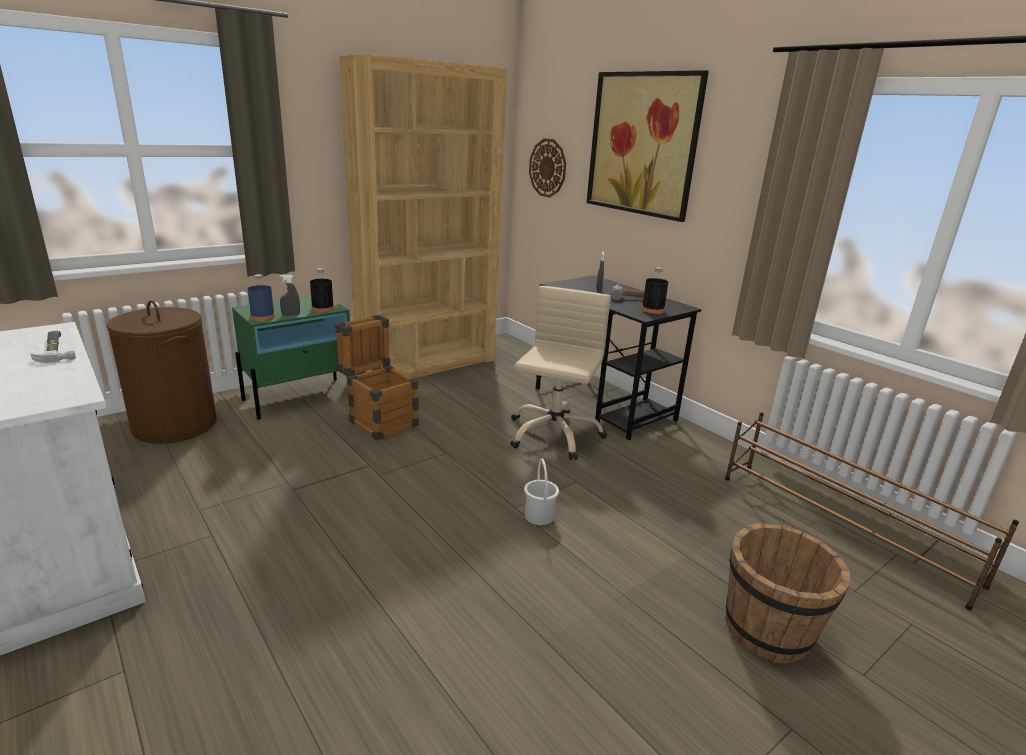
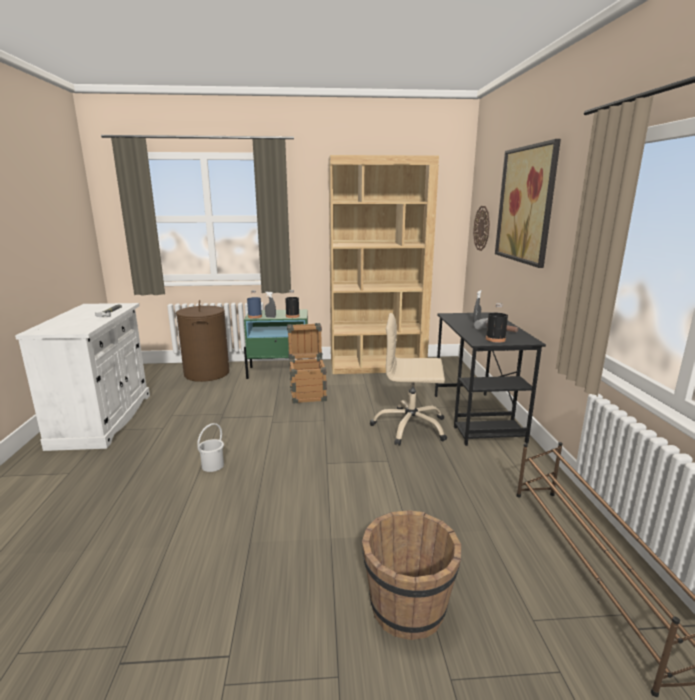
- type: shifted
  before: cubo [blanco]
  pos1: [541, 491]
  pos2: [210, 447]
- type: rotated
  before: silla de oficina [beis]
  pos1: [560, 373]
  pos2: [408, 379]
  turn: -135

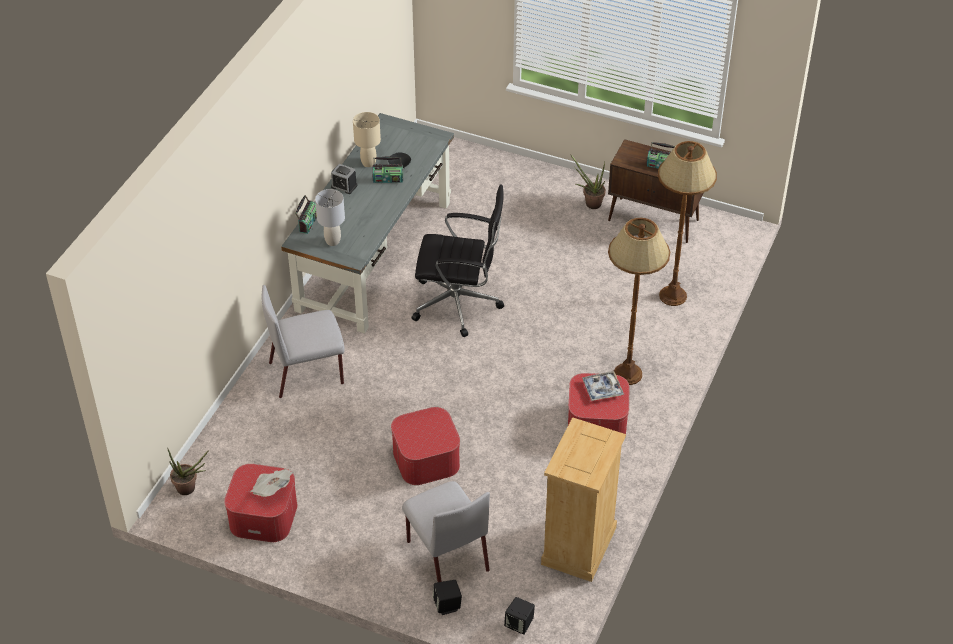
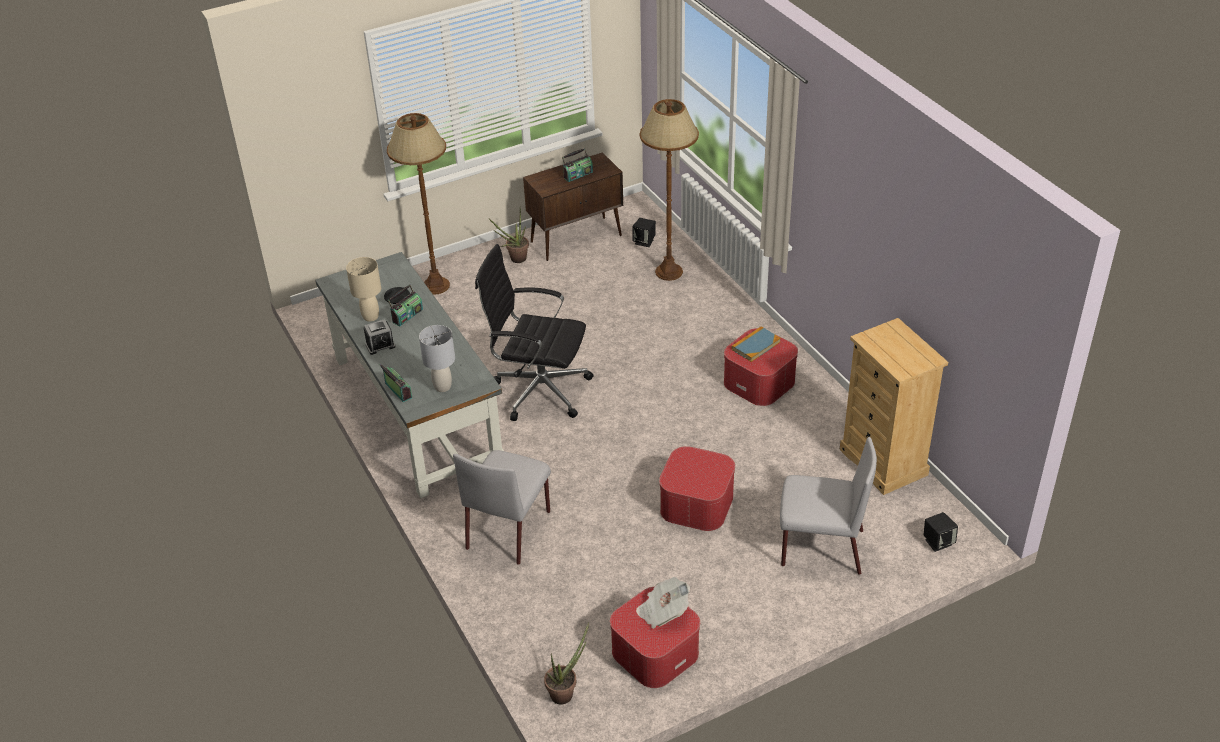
- type: shifted
  before: lámpara de pie [marrón]
  pos1: [639, 301]
  pos2: [418, 203]
- type: rotated
  before: silla de oficina [negro]
  pos1: [458, 260]
  pos2: [534, 332]
  turn: -120
- type: shifted
  before: altavoz [negro]
  pos1: [447, 597]
  pos2: [644, 232]
- type: swapped
  before: bandeja
  after: libro
  pos1: [603, 386]
  pos2: [756, 344]

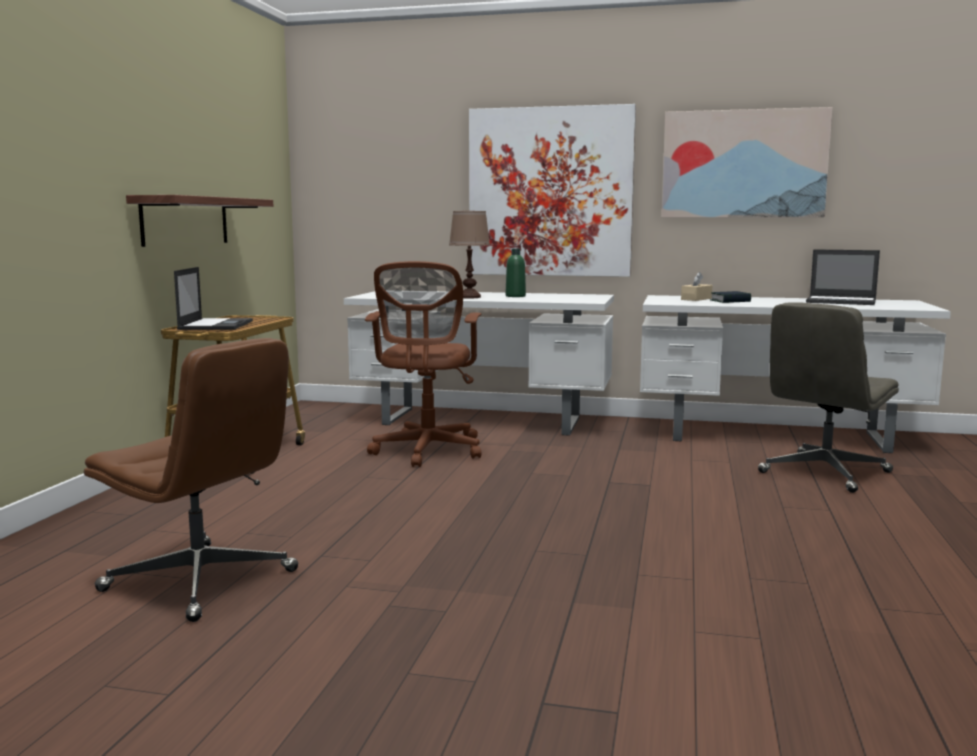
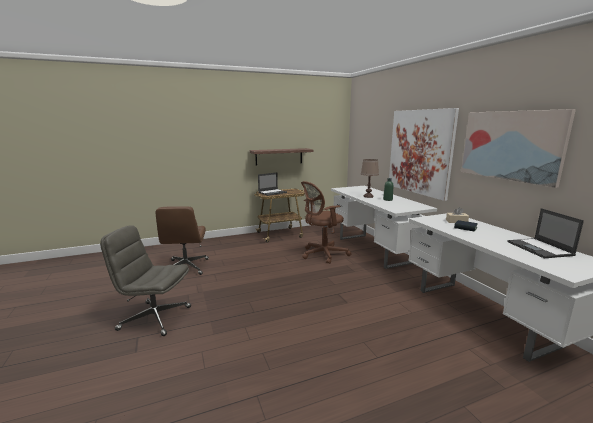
- type: shifted
  before: silla de oficina [gris]
  pos1: [828, 397]
  pos2: [145, 280]

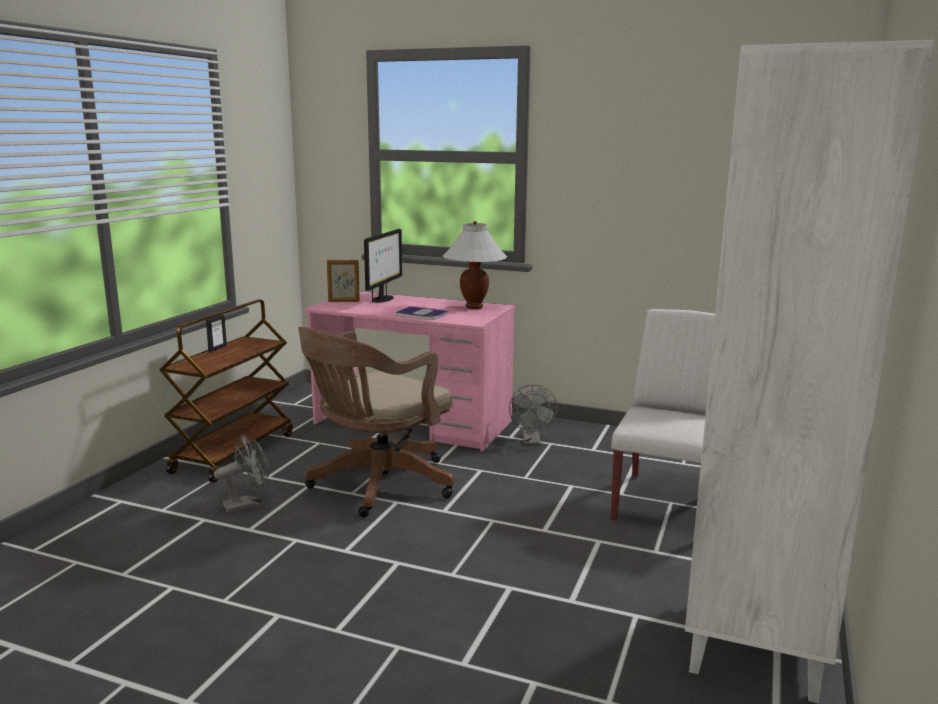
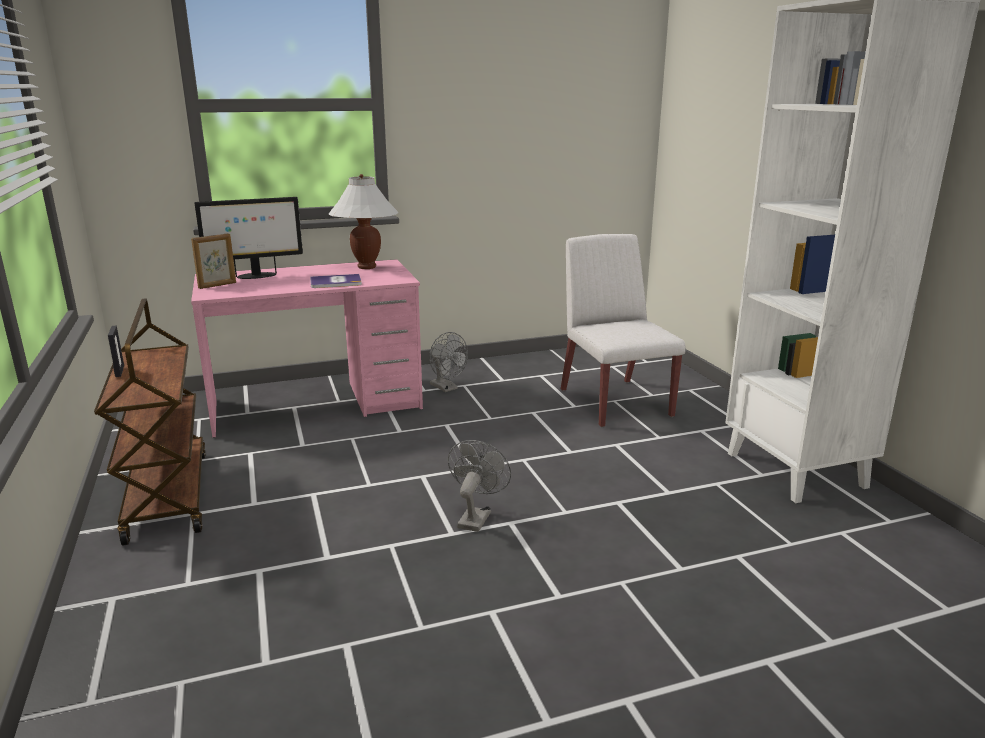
- type: rotated
  before: monitor
  pos1: [383, 266]
  pos2: [248, 238]
  turn: 90
- type: shifted
  before: ventilador [gris]
  pos1: [241, 474]
  pos2: [479, 486]
- type: gone
  before: silla de oficina [marrón]
  pos1: [376, 422]

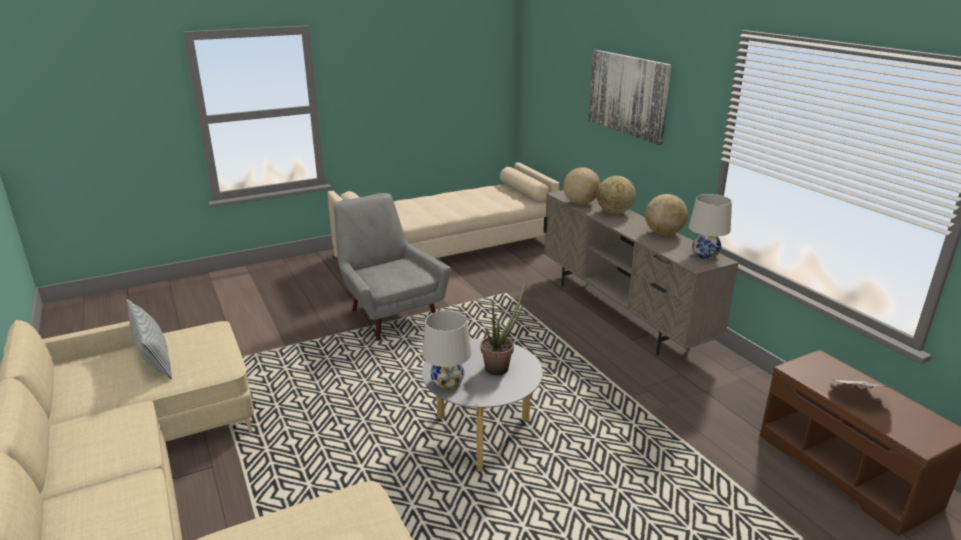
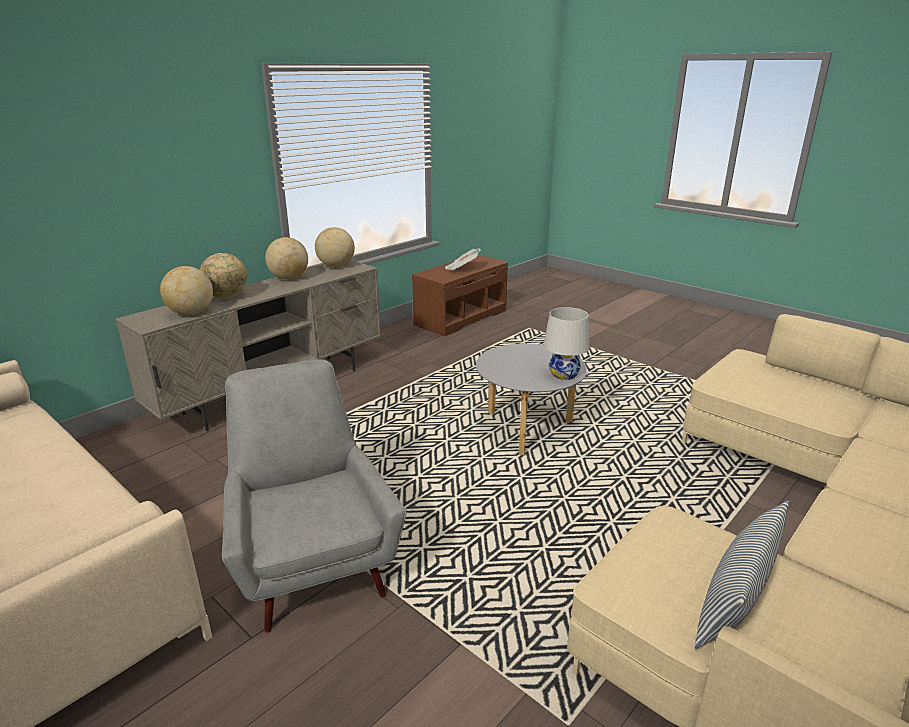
- type: rotated
  before: sillón [gris]
  pos1: [392, 267]
  pos2: [314, 496]
  turn: 120
- type: swapped
  before: lámpara de mesa [blanco]
  after: globo terráqueo
  pos1: [710, 226]
  pos2: [335, 247]
- type: gone
  before: planta en maceta
  pos1: [504, 327]
- type: gone
  before: cuadro
  pos1: [630, 97]

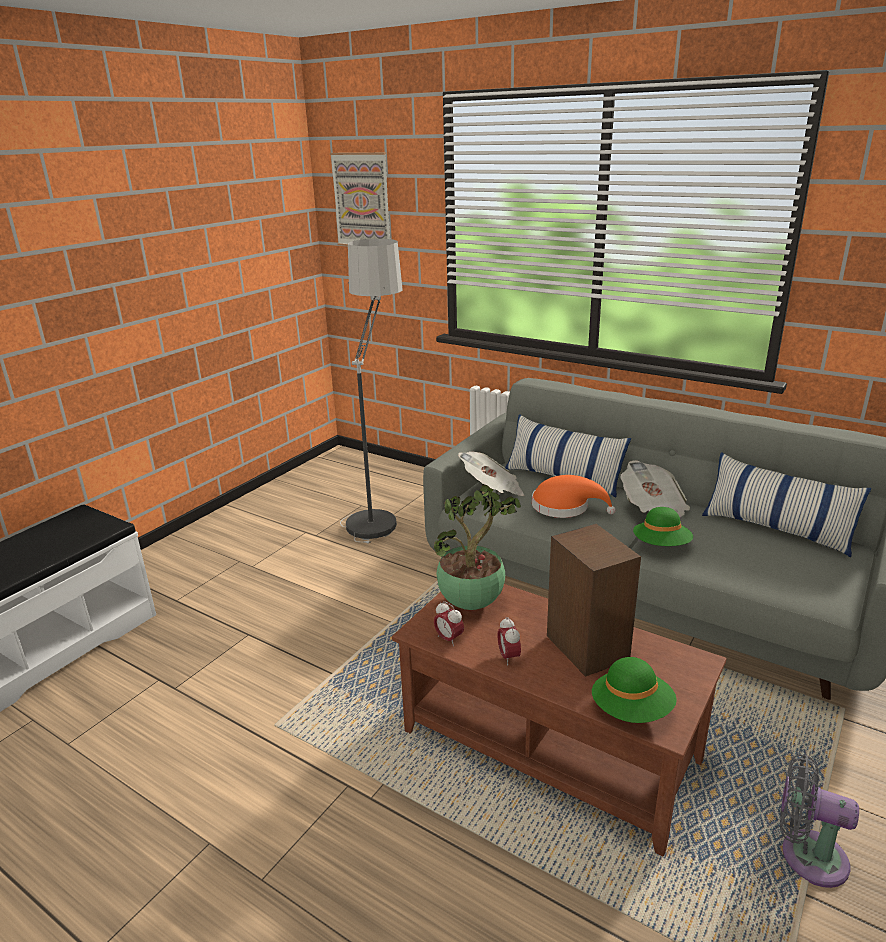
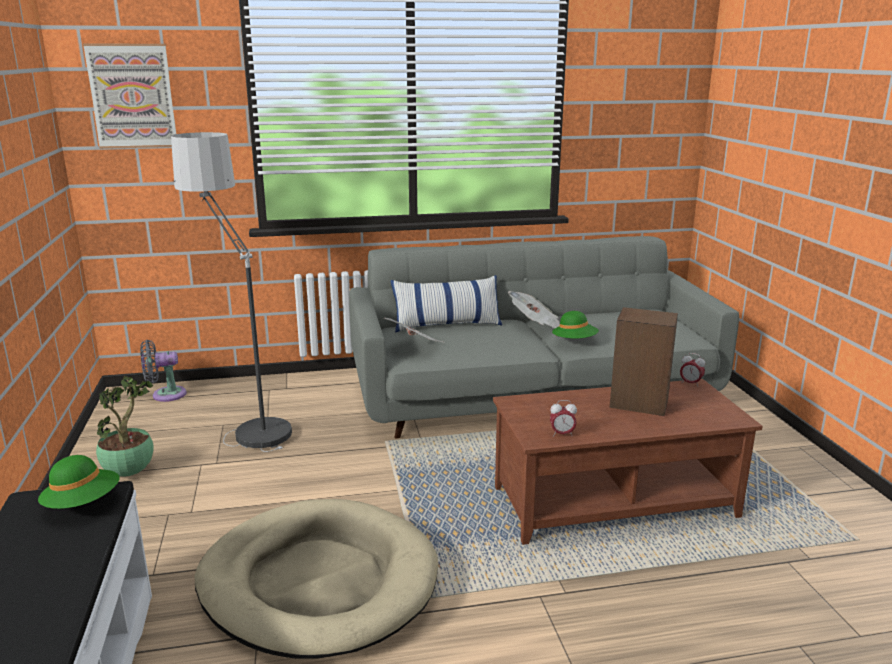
- type: shifted
  before: sombrero [verde]
  pos1: [634, 690]
  pos2: [79, 482]
- type: shifted
  before: planta en maceta
  pos1: [477, 547]
  pos2: [125, 426]
- type: shifted
  before: ventilador [gris]
  pos1: [819, 821]
  pos2: [163, 371]
- type: new
  after: cama para perro [beis]
  pos2: [316, 579]
- type: shifted
  before: despertador
  pos1: [509, 641]
  pos2: [692, 370]
- type: gone
  before: sombrero [naranja]
  pos1: [574, 496]
- type: gone
  before: cojín
  pos1: [786, 504]

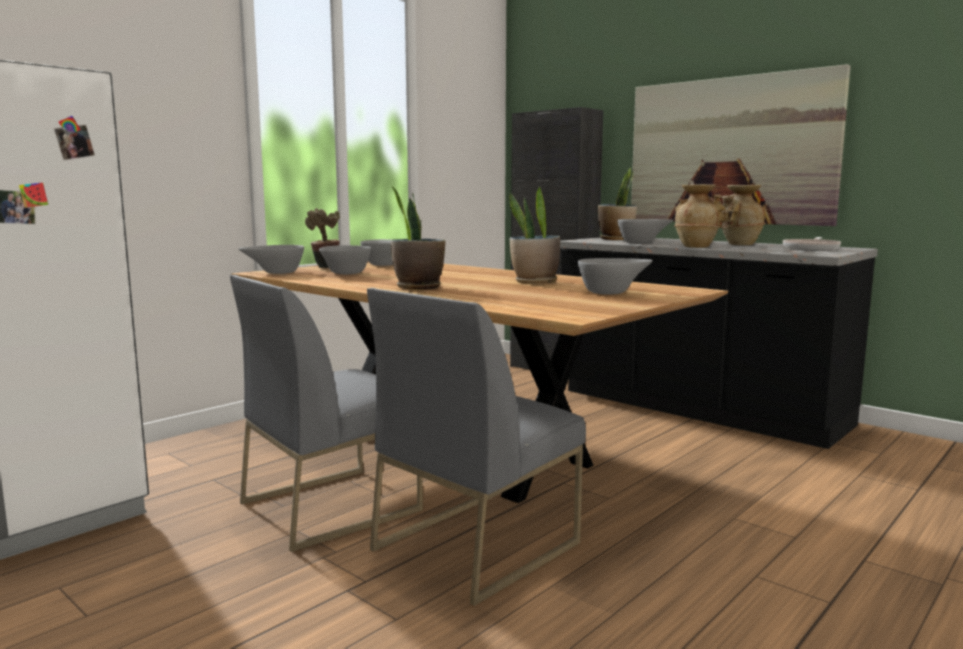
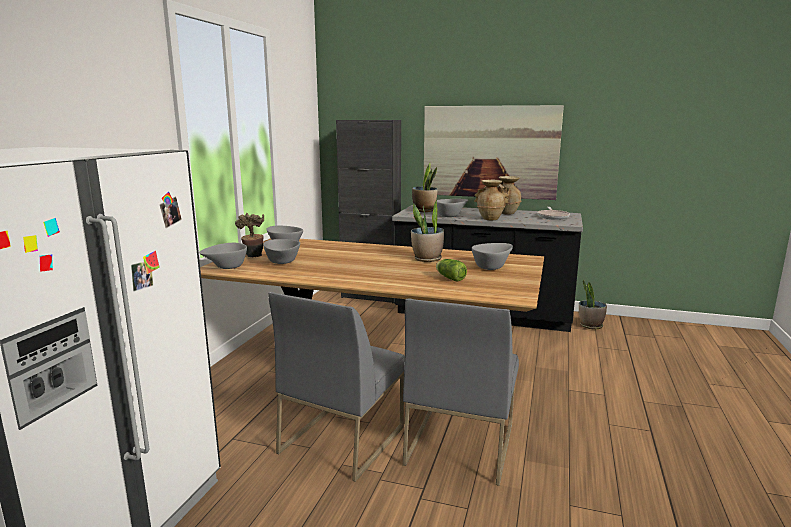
- type: new
  after: lechuga
  pos2: [451, 270]
- type: shifted
  before: planta en maceta
  pos1: [418, 238]
  pos2: [593, 304]

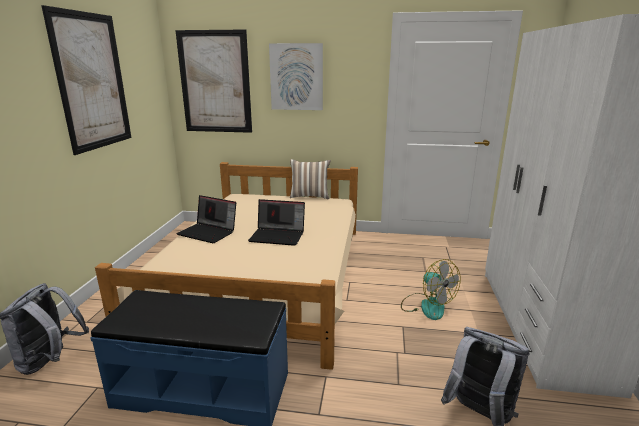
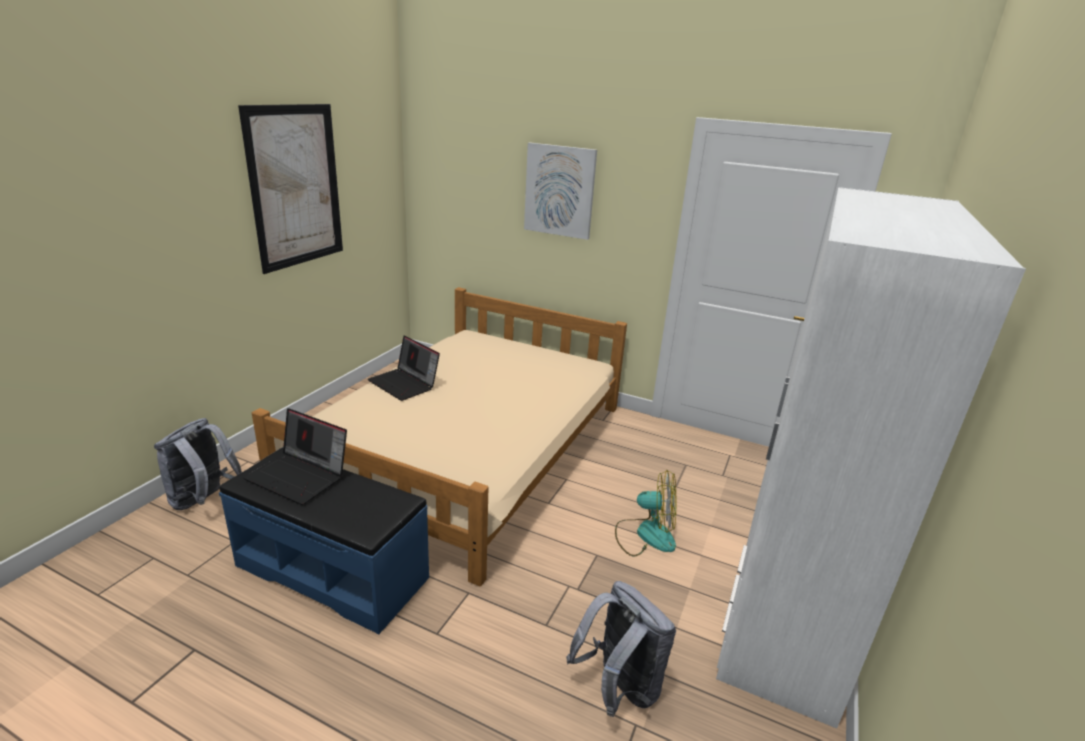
- type: shifted
  before: portátil
  pos1: [276, 222]
  pos2: [295, 456]
- type: rotated
  before: ventilador
  pos1: [431, 289]
  pos2: [645, 513]
  turn: -60
- type: gone
  before: cuadro
  pos1: [213, 81]
- type: gone
  before: cojín
  pos1: [310, 179]

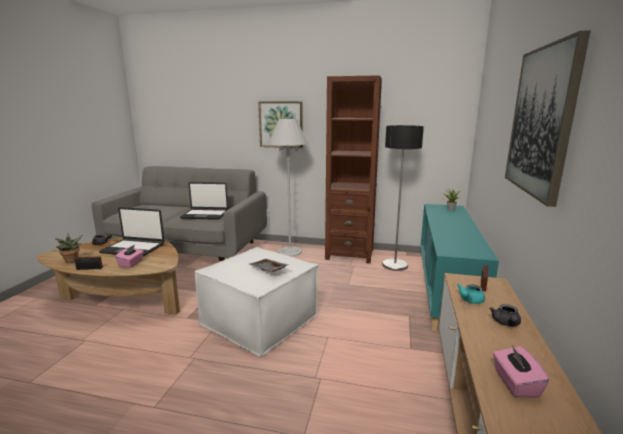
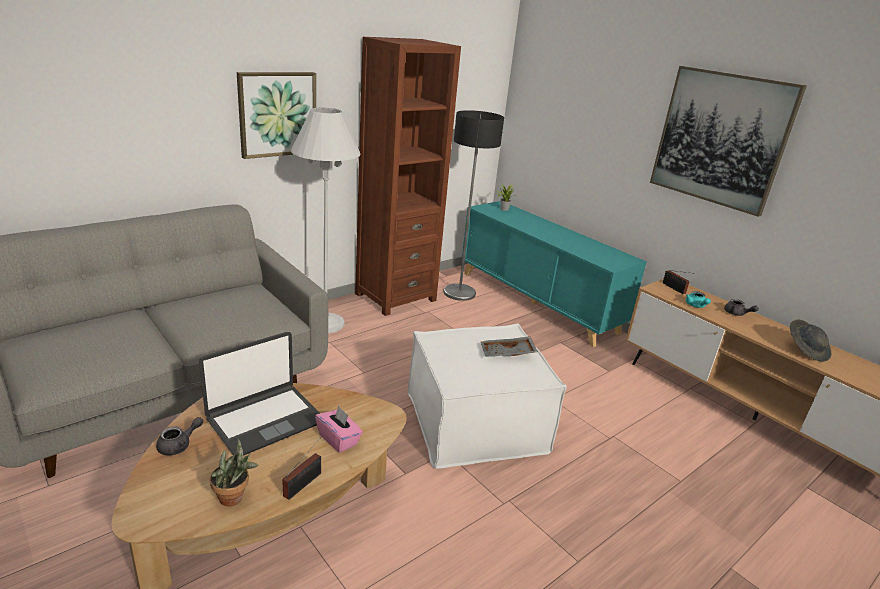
- type: swapped
  before: caja de pañuelos [rosa]
  after: sombrero [gris]
  pos1: [521, 371]
  pos2: [810, 340]
- type: gone
  before: portátil
  pos1: [204, 201]

